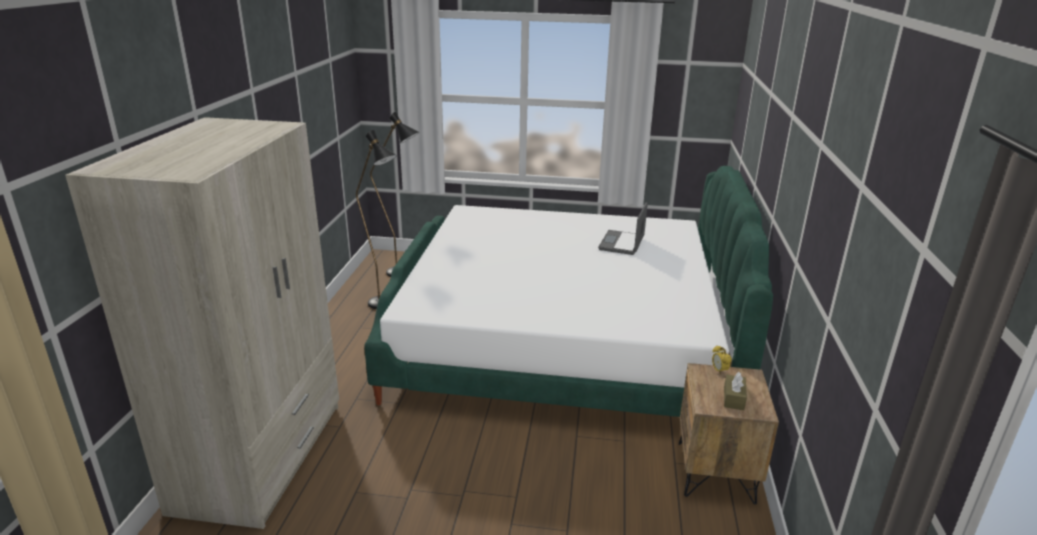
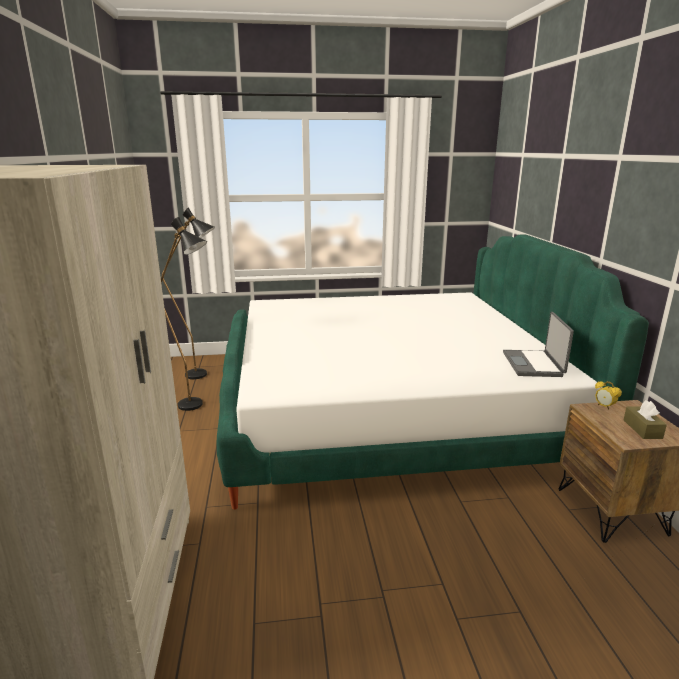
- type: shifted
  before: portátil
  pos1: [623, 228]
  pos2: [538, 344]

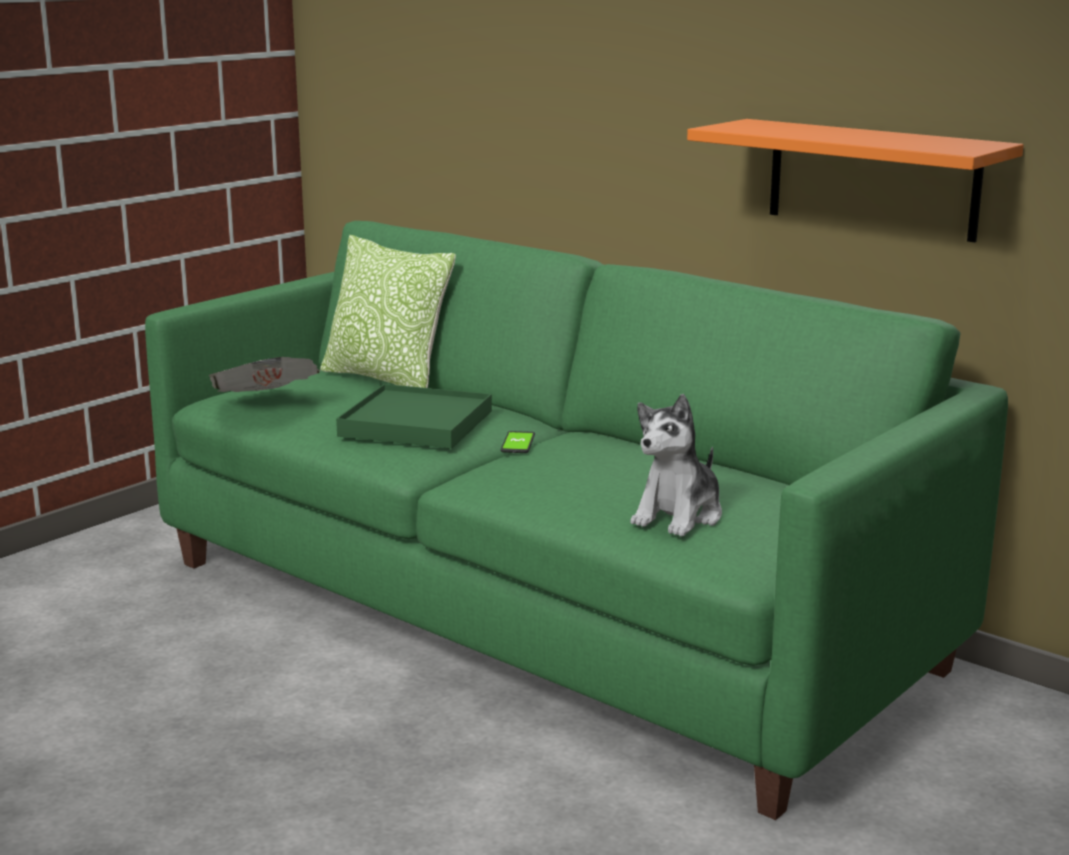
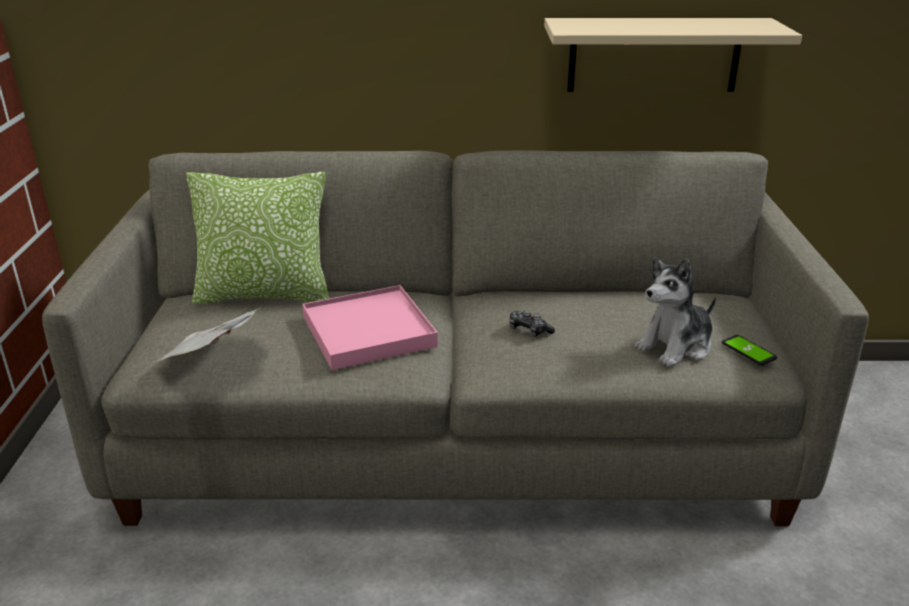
- type: repainted
  before: sofá [verde]
  after: sofá [gris]
  pos1: [576, 520]
  pos2: [455, 338]
- type: repainted
  before: bandeja [verde]
  after: bandeja [rosa]
  pos1: [414, 416]
  pos2: [370, 327]
- type: new
  after: mando de consola
  pos2: [532, 323]
- type: repainted
  before: estante [naranja]
  after: estante [beis]
  pos1: [855, 180]
  pos2: [673, 55]
- type: rotated
  before: peluche
  pos1: [676, 465]
  pos2: [675, 312]
  turn: 60
- type: shifted
  before: móvil
  pos1: [517, 442]
  pos2: [749, 350]

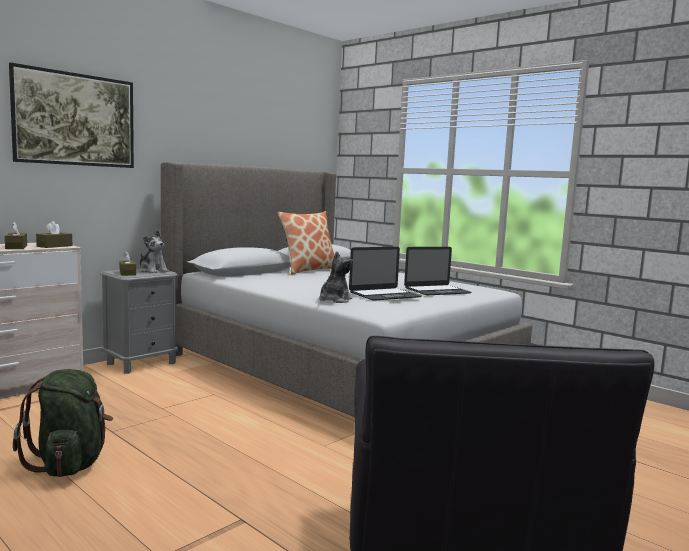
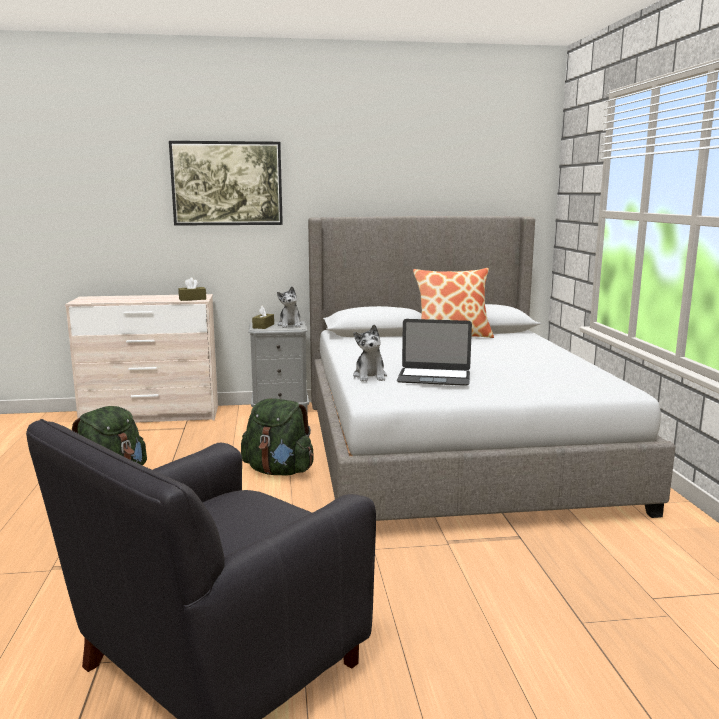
- type: new
  after: mochila [verde]
  pos2: [277, 437]
- type: rotated
  before: peluche
  pos1: [336, 277]
  pos2: [370, 353]
  turn: 105
- type: gone
  before: caja de pañuelos [marrón]
  pos1: [16, 235]
- type: gone
  before: portátil
  pos1: [438, 271]

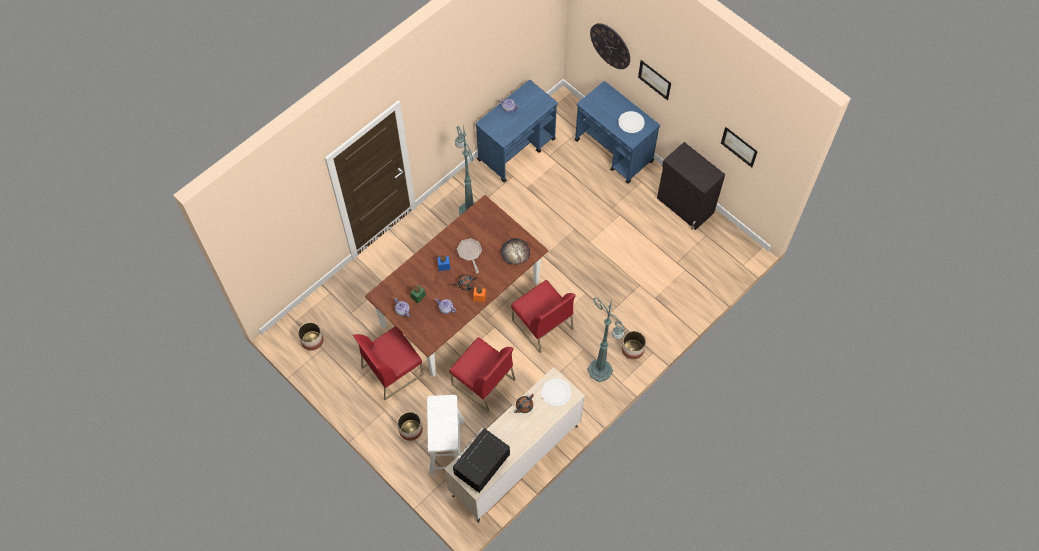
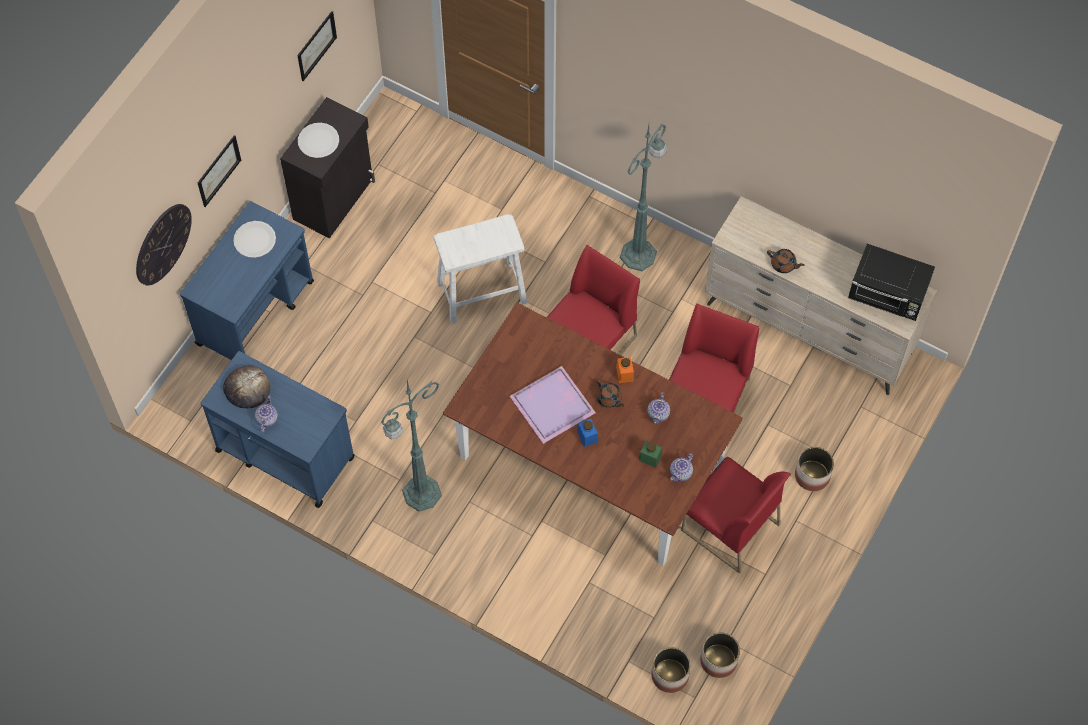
- type: shifted
  before: pan
  pos1: [515, 251]
  pos2: [247, 386]
- type: shifted
  before: plato [blanco]
  pos1: [556, 392]
  pos2: [318, 140]
- type: shifted
  before: taburete [blanco]
  pos1: [445, 434]
  pos2: [480, 269]
- type: swapped
  before: sartén
  after: bandeja [morado]
  pos1: [469, 255]
  pos2: [553, 405]
- type: shifted
  before: maceta
  pos1: [634, 345]
  pos2: [671, 670]

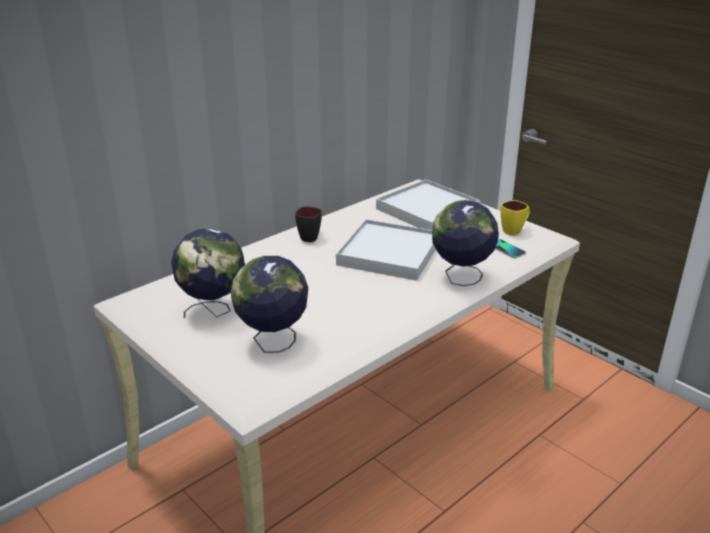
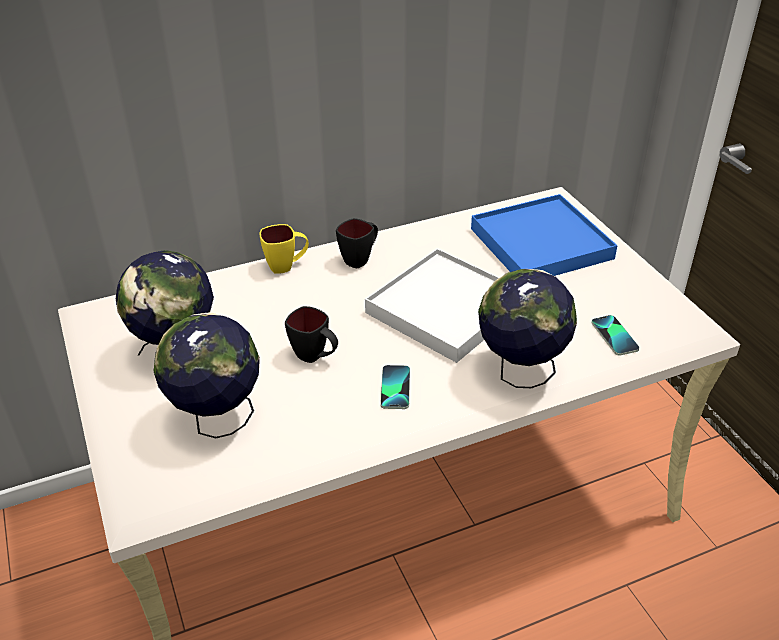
- type: shifted
  before: taza grande [amarillo]
  pos1: [515, 218]
  pos2: [284, 249]
- type: new
  after: taza grande [negro]
  pos2: [311, 334]
- type: new
  after: móvil
  pos2: [395, 387]
- type: repainted
  before: bandeja [blanco]
  after: bandeja [azul]
  pos1: [428, 204]
  pos2: [544, 235]

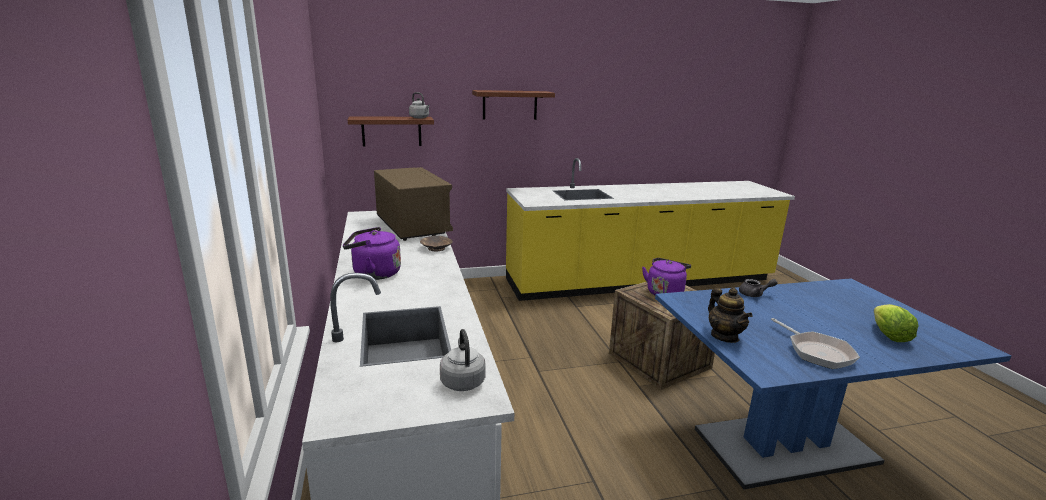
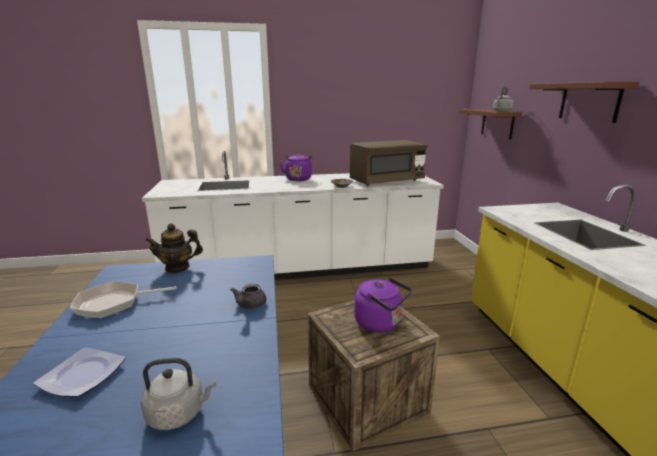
- type: swapped
  before: lechuga
  after: plato
  pos1: [896, 323]
  pos2: [79, 372]
- type: shifted
  before: hervidor [gris]
  pos1: [463, 360]
  pos2: [178, 394]

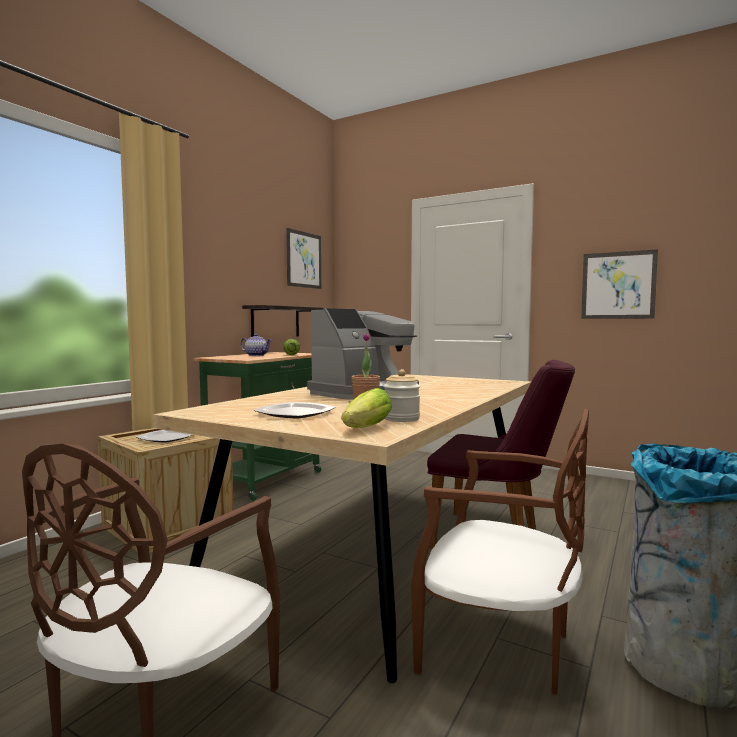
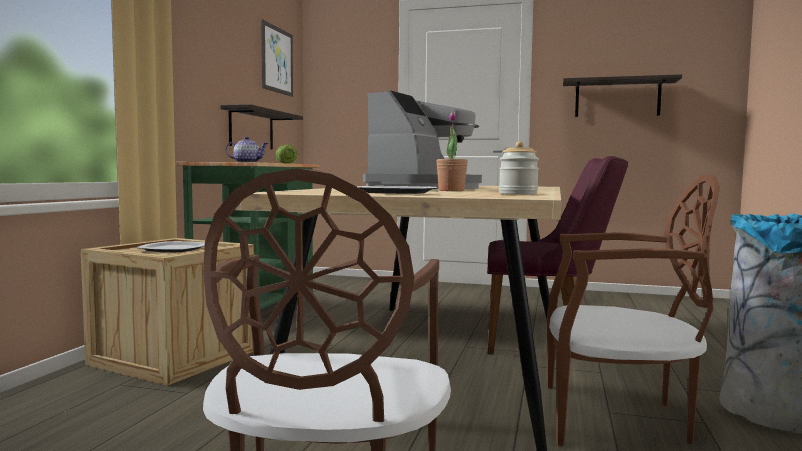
- type: swapped
  before: cuadro
  after: estante
  pos1: [619, 284]
  pos2: [622, 95]
- type: gone
  before: lechuga
  pos1: [366, 408]

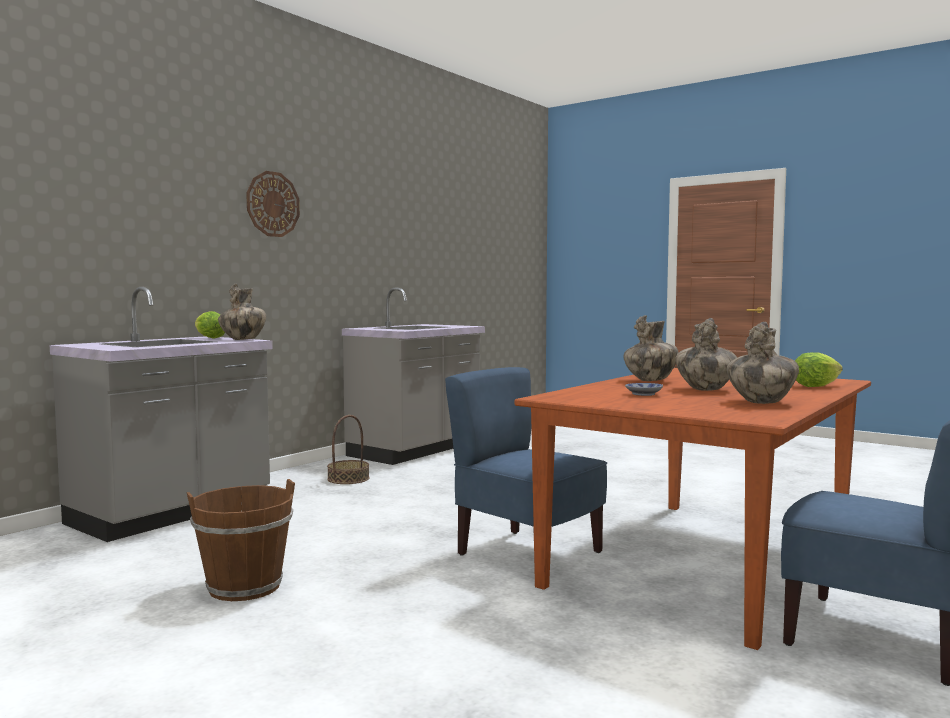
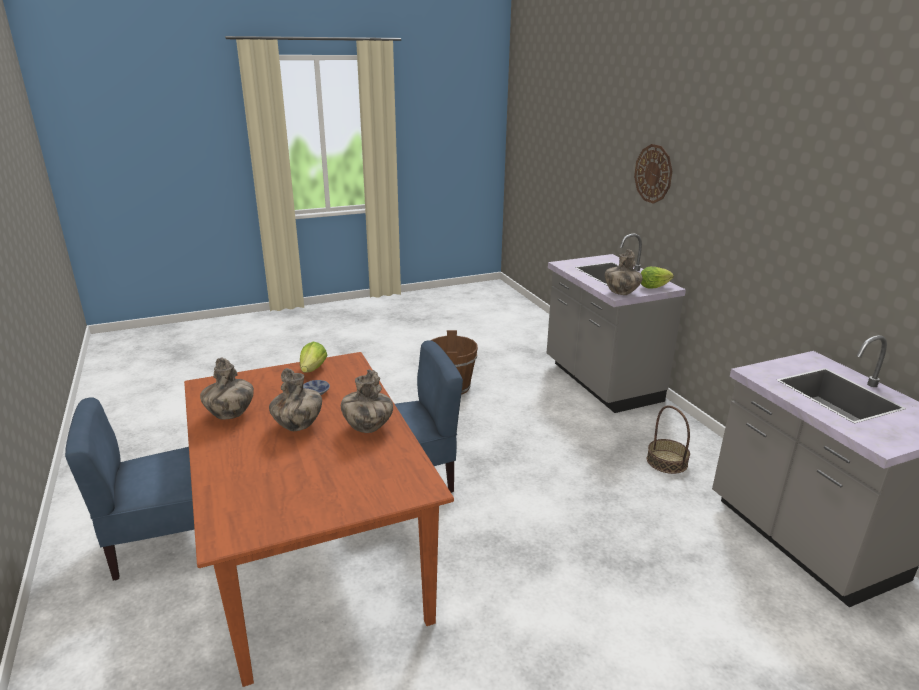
- type: shifted
  before: lechuga
  pos1: [819, 369]
  pos2: [313, 357]
- type: shifted
  before: reloj de pared
  pos1: [273, 204]
  pos2: [653, 173]

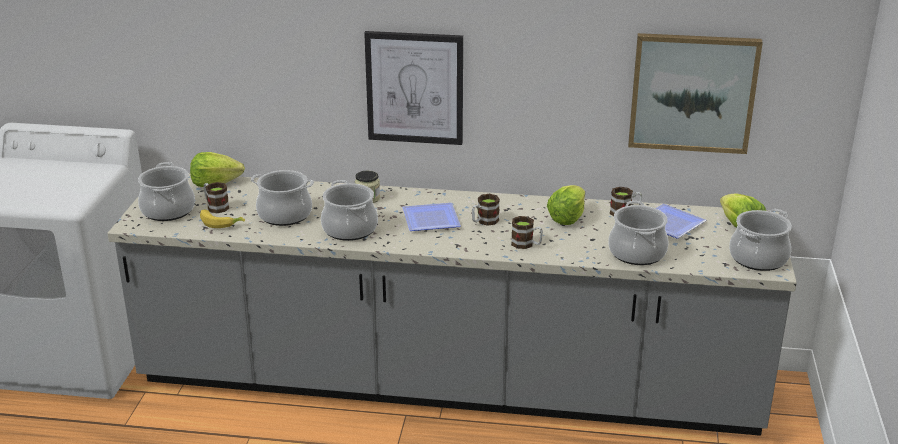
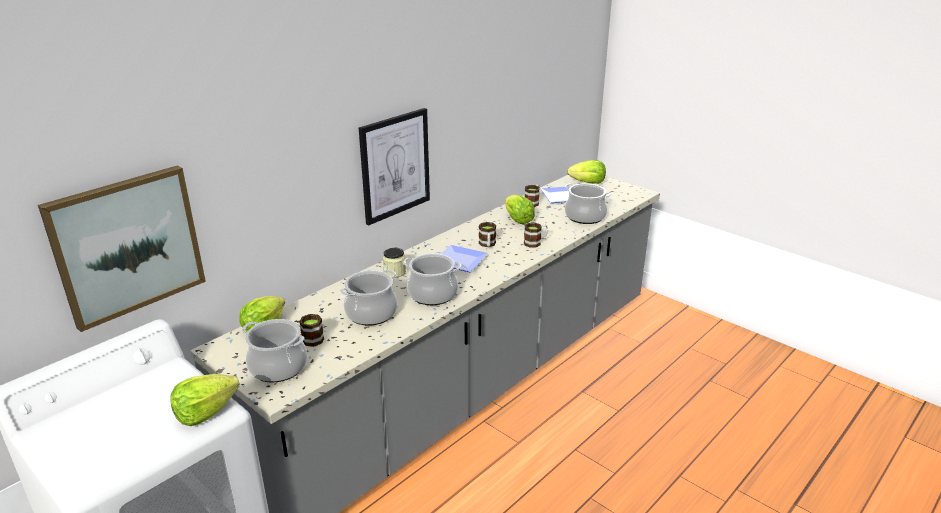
- type: shifted
  before: cuadro
  pos1: [695, 93]
  pos2: [122, 248]
- type: new
  after: lechuga
  pos2: [205, 400]
- type: gone
  before: plátano
  pos1: [222, 219]
- type: gone
  before: olla
  pos1: [760, 240]

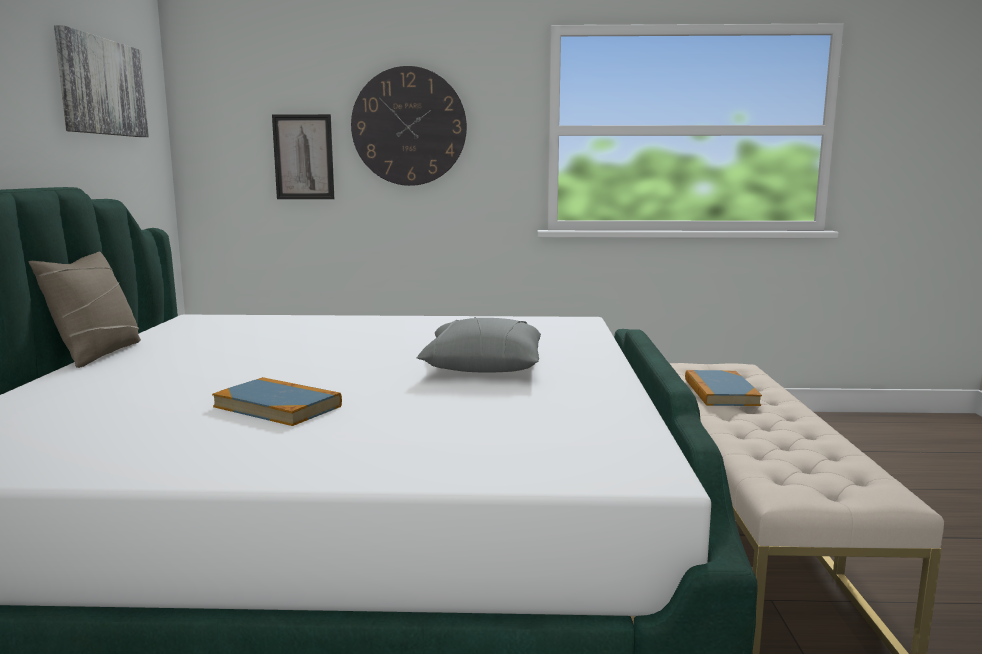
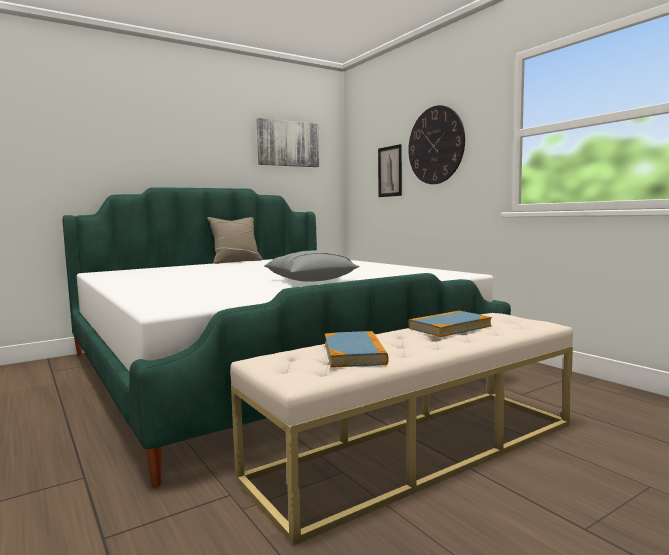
- type: shifted
  before: libro
  pos1: [277, 401]
  pos2: [357, 349]

